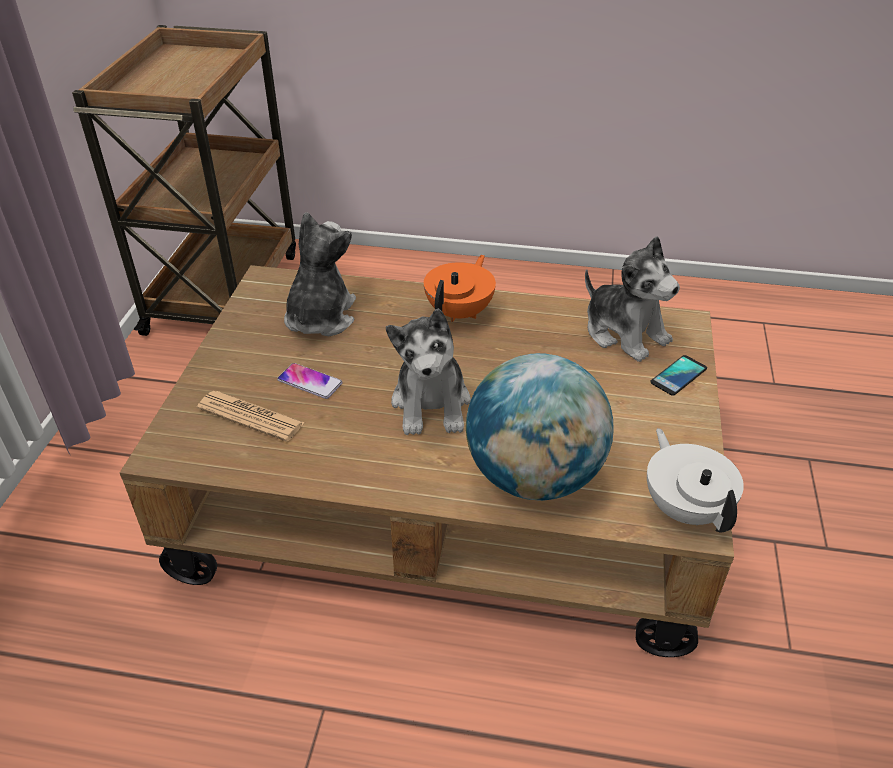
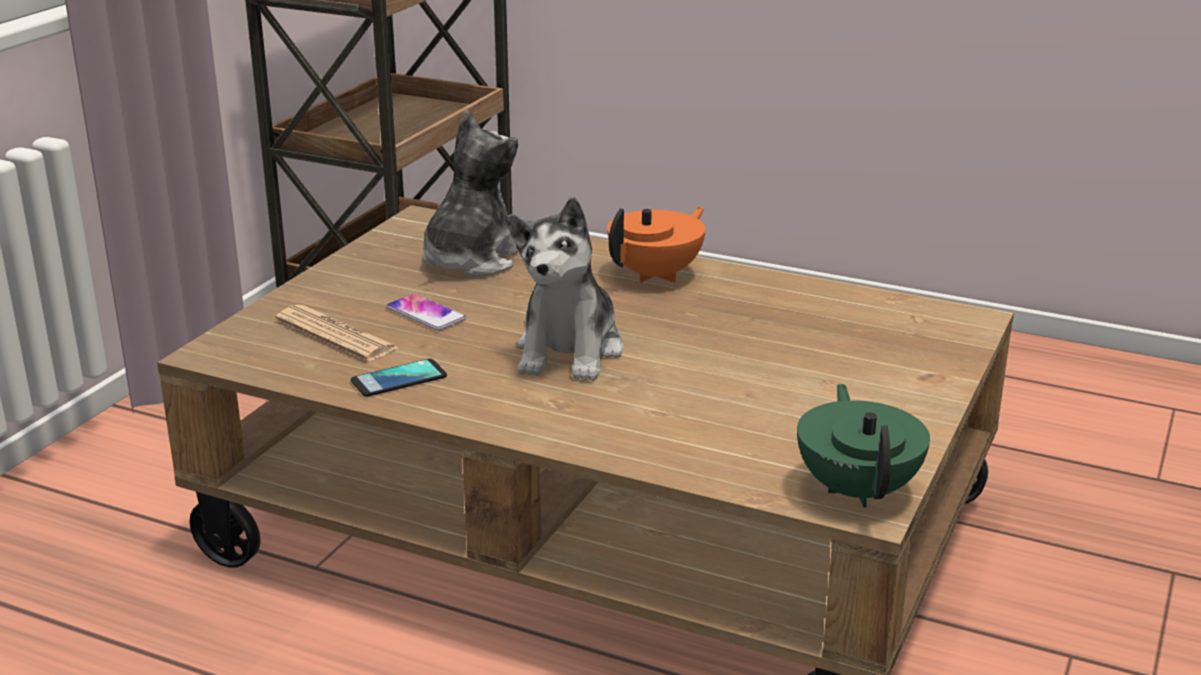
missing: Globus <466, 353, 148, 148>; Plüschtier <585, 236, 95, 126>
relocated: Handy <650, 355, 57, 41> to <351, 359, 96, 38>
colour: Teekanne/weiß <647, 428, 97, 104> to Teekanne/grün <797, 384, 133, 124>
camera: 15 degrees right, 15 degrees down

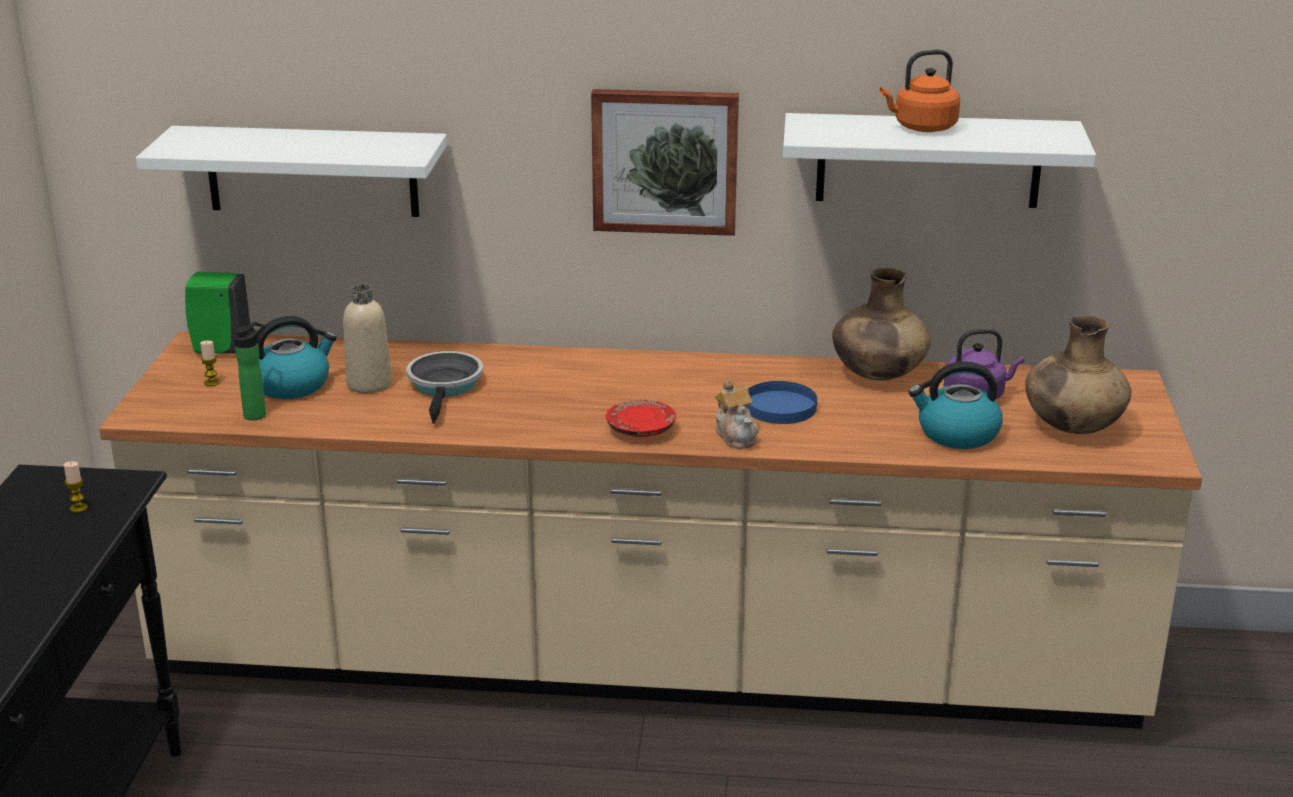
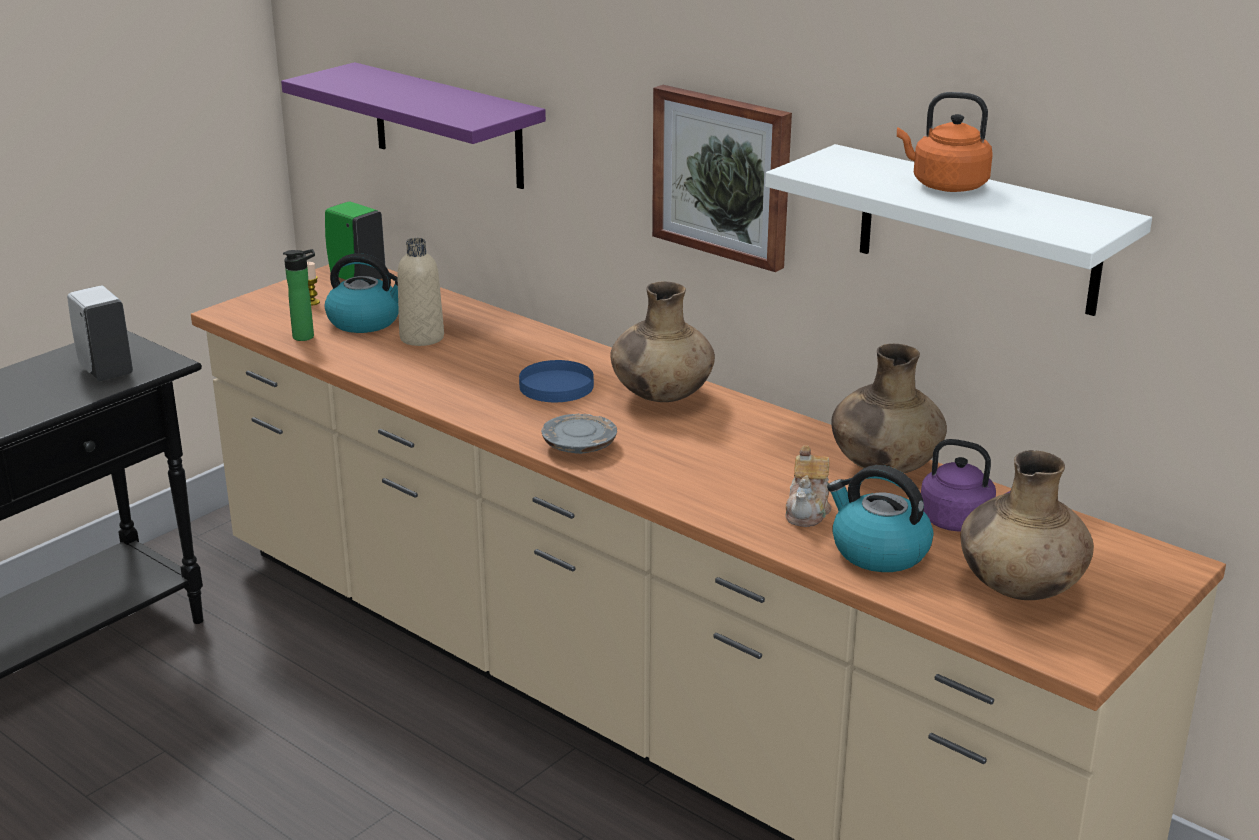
missing: Pfanne <407, 351, 76, 73>
appeared: Vase/braun <610, 282, 105, 120>
relocated: Teekanne <715, 379, 44, 70> to <785, 445, 47, 82>; Teller/blau <748, 381, 69, 43> to <519, 360, 75, 42>
exchanged: Kerze <64, 461, 24, 52> to Seifenspender/weiß <67, 286, 66, 95>
colour: Wandregal/weiß <136, 126, 311, 91> to Wandregal/lila <281, 62, 265, 127>; Teller/rot <605, 400, 71, 37> to Teller/grau <541, 414, 76, 40>
camera: 35 degrees right, 0 degrees up

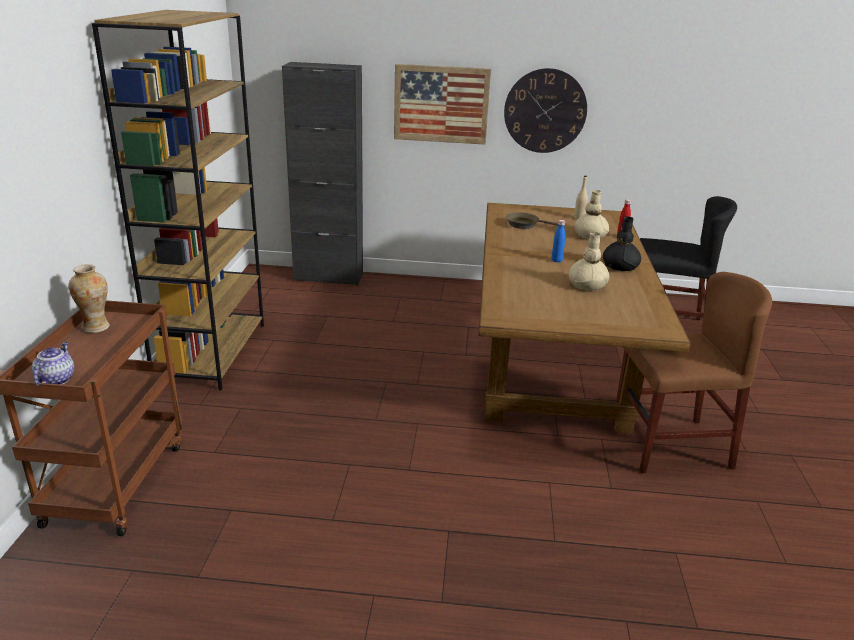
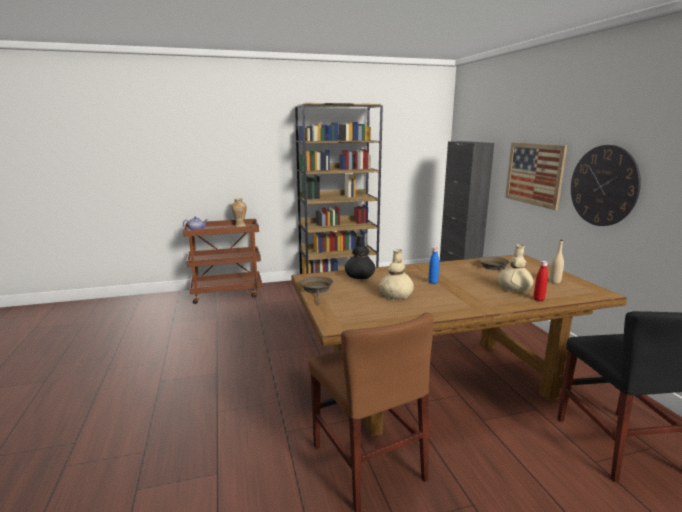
appeared: Pfanne/braun <299, 276, 34, 28>
relocated: Vase/schwarz <603, 216, 38, 55> to <345, 235, 30, 44>
camera: 70 degrees right, 10 degrees down

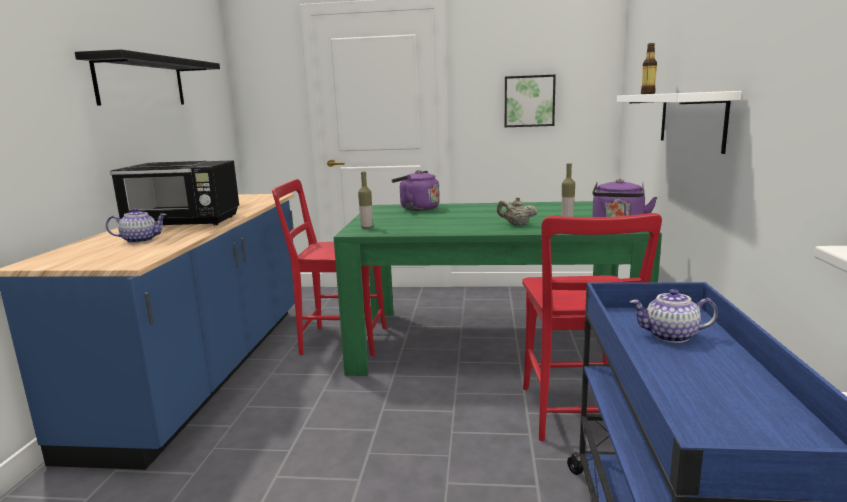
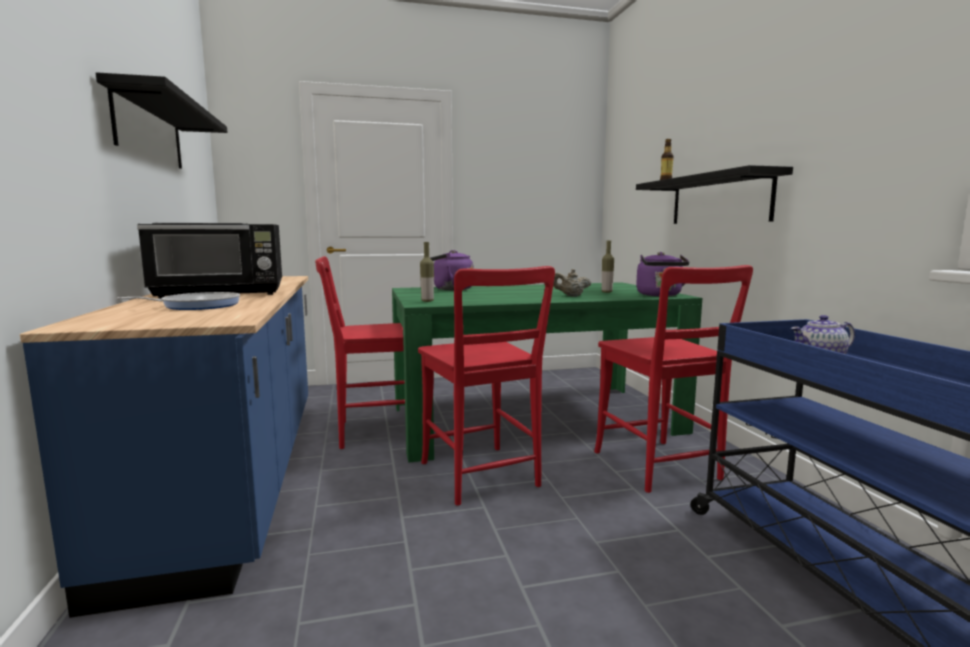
missing: Bild <505, 74, 51, 53>
appeared: Stuhl/rot <418, 266, 137, 240>
exchanged: Teekanne <106, 208, 61, 35> to Pfanne <116, 292, 124, 18>
colour: Wandregal/weiß <617, 91, 125, 63> to Wandregal/schwarz <636, 165, 157, 59>
camera: 20 degrees left, 5 degrees down

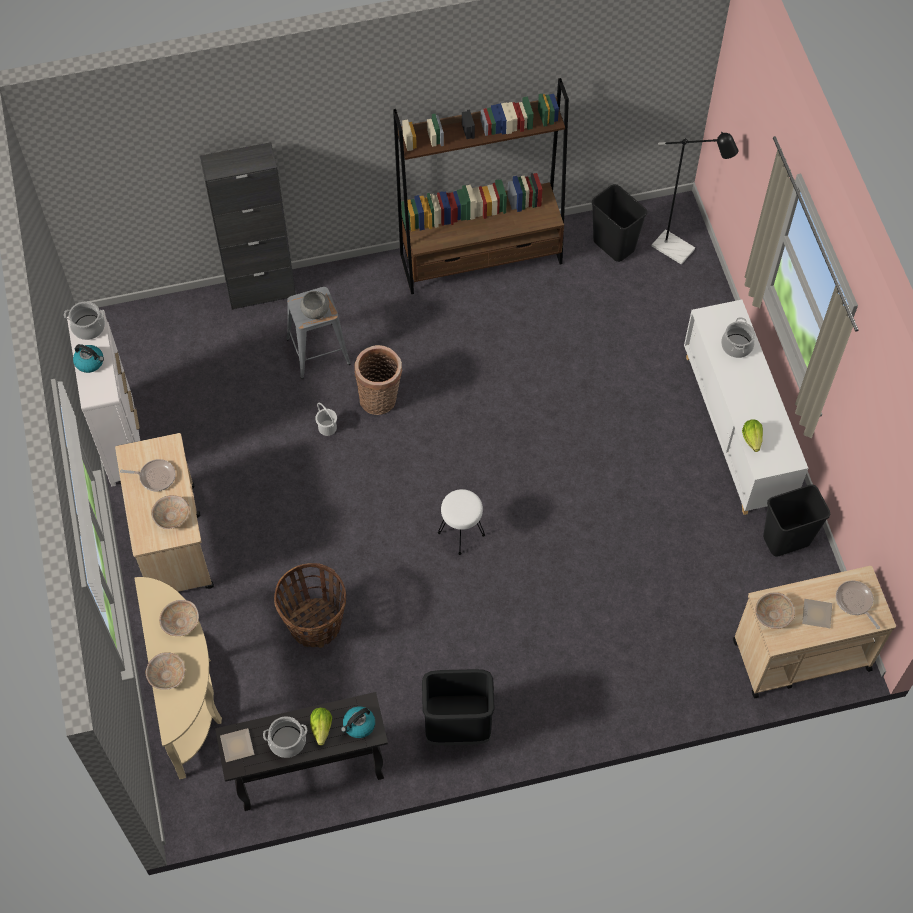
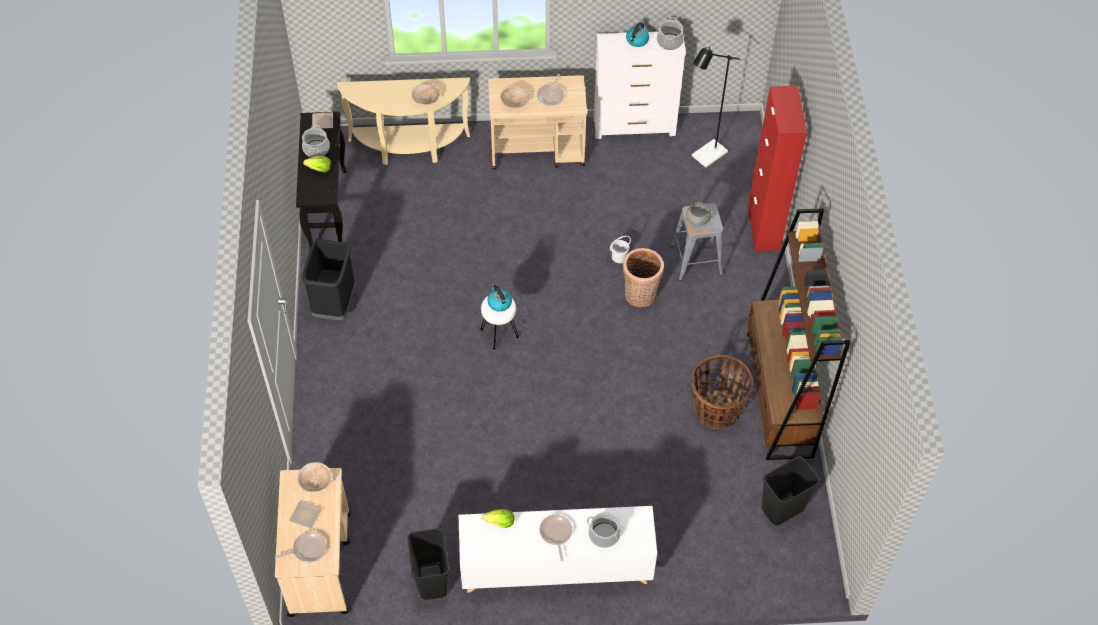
missing: Schüssel/beige <146, 652, 39, 38>
appeared: Pfanne <539, 515, 33, 46>
relocated: Korb <274, 563, 72, 85> to <692, 355, 61, 74>; Wasserkessel <341, 706, 34, 32> to <487, 284, 25, 28>; Stehlampe/schwarz <652, 132, 86, 133> to <692, 46, 53, 121>
colour: Schrank/schwarz <200, 142, 96, 168> to Schrank/rot <748, 86, 59, 165>
camera: 100 degrees right, 5 degrees down

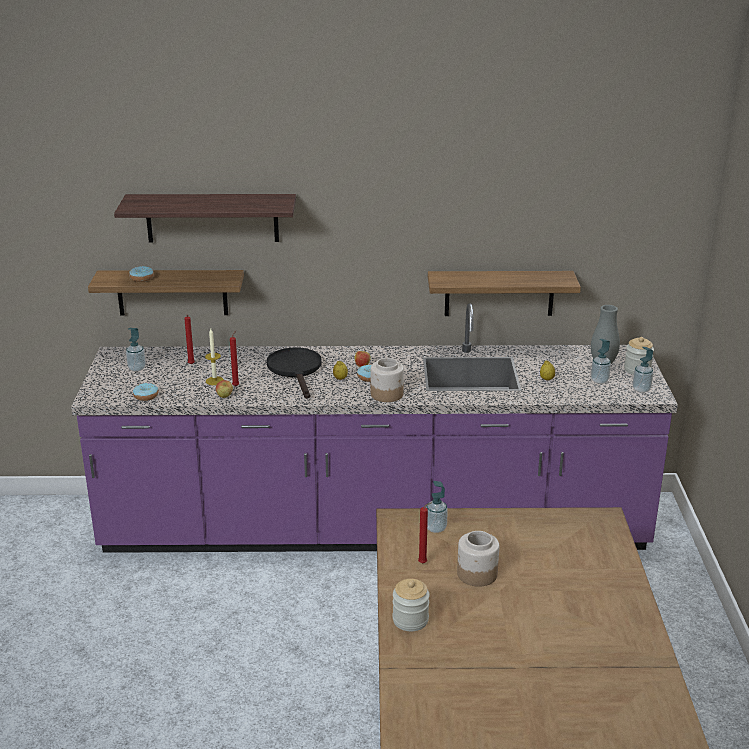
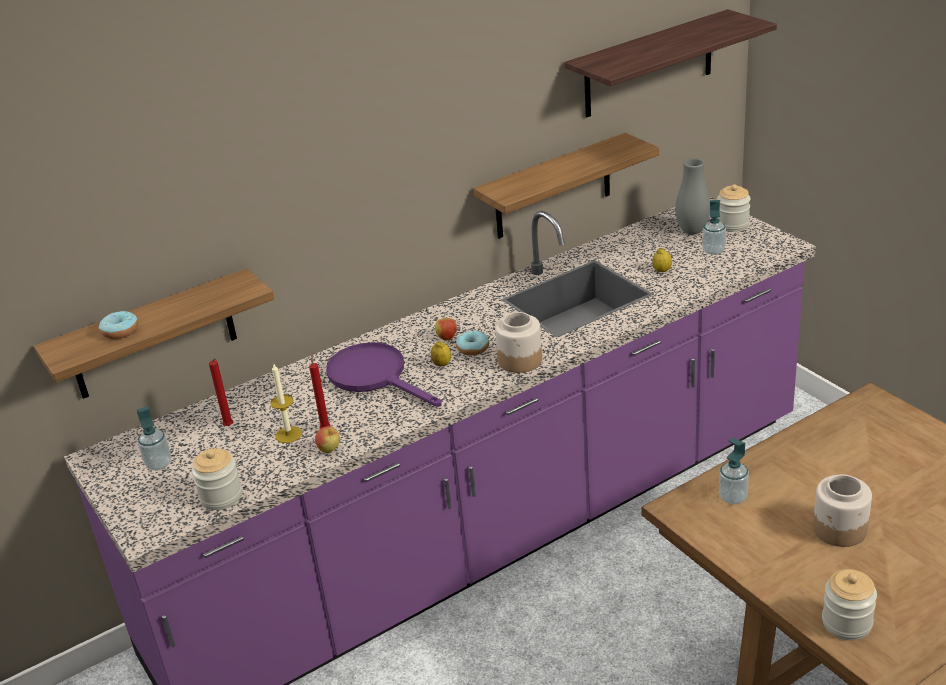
missing: Kerze/rot <418, 502, 14, 62>; Seifenspender <633, 347, 20, 46>
relocated: Wandregal <114, 194, 182, 48> to <565, 9, 212, 108>
exchanged: Donut <133, 383, 26, 18> to Vorratsglas <192, 448, 50, 62>
colour: Pfanne/schwarz <267, 348, 55, 51> to Pfanne/lila <326, 342, 116, 65>
camera: 30 degrees left, 5 degrees up

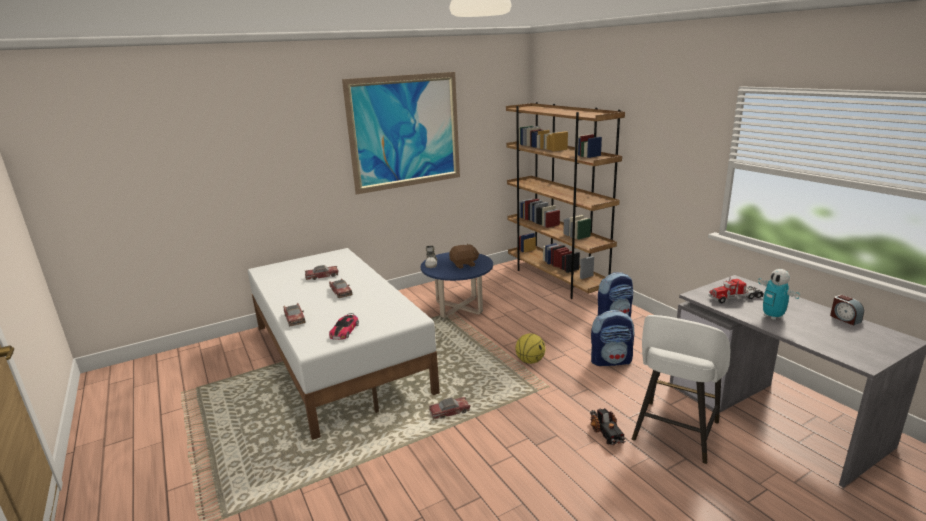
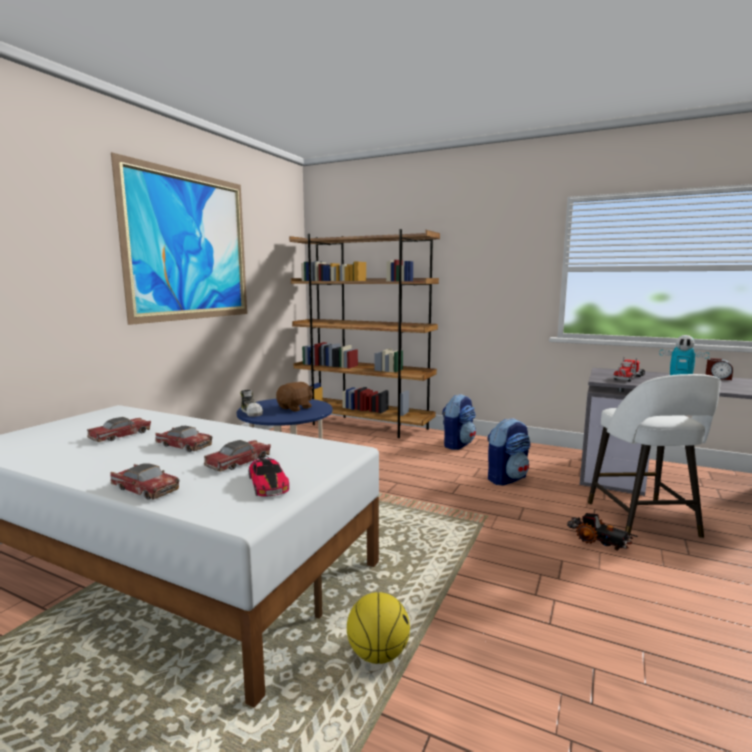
relocated: Spielzeugauto <429, 397, 41, 22> to <204, 440, 67, 32>; Basketball <515, 333, 30, 31> to <347, 592, 63, 72>
camera: 35 degrees left, 10 degrees down

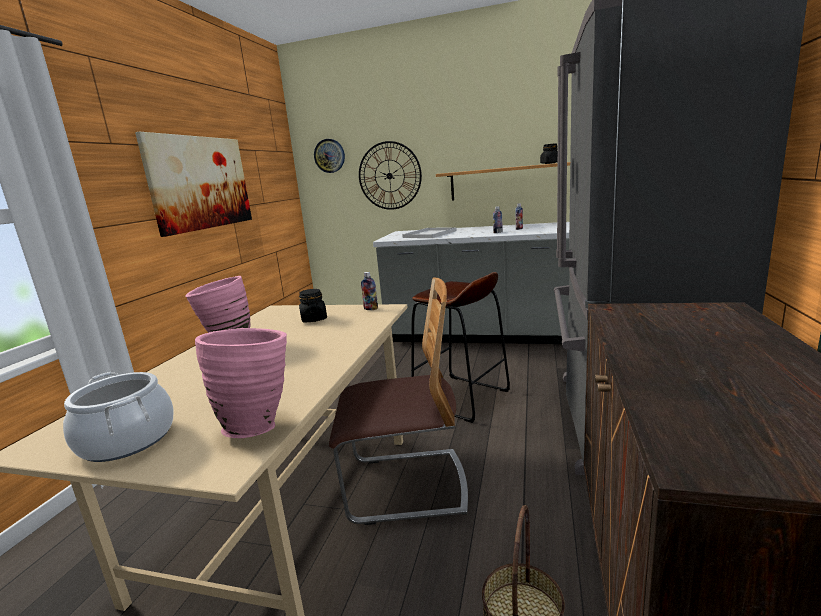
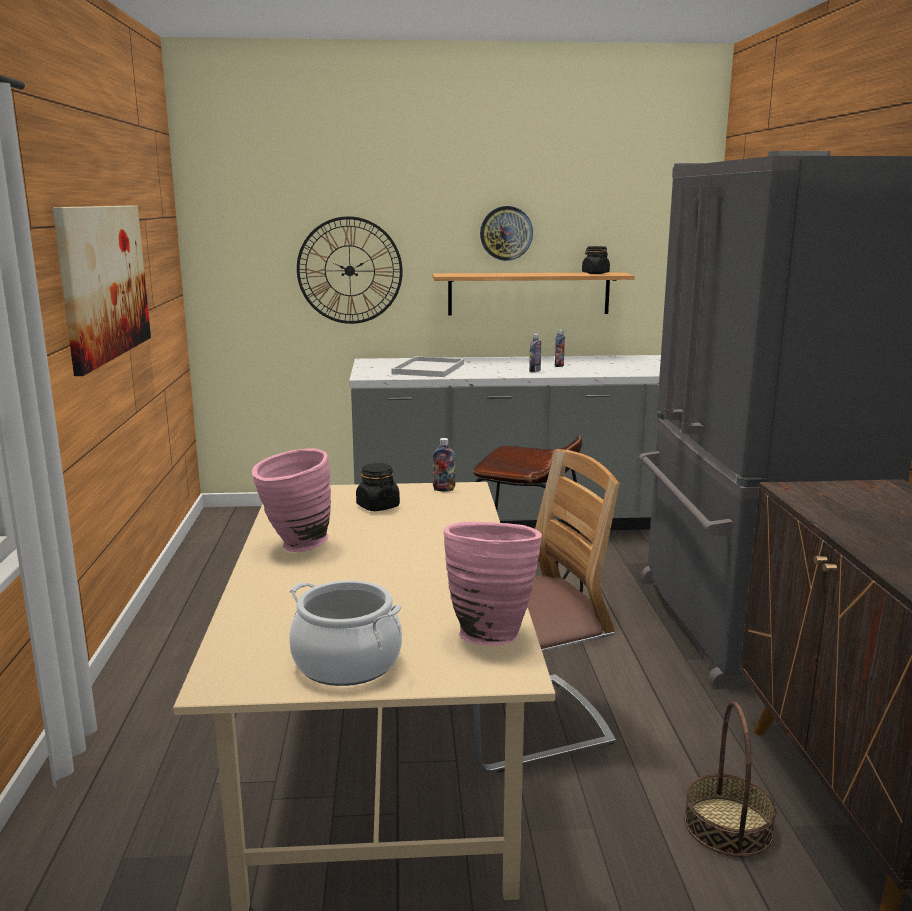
relocated: Wanduhr <314, 139, 31, 34> to <480, 206, 53, 55>
camera: 20 degrees left, 0 degrees up

